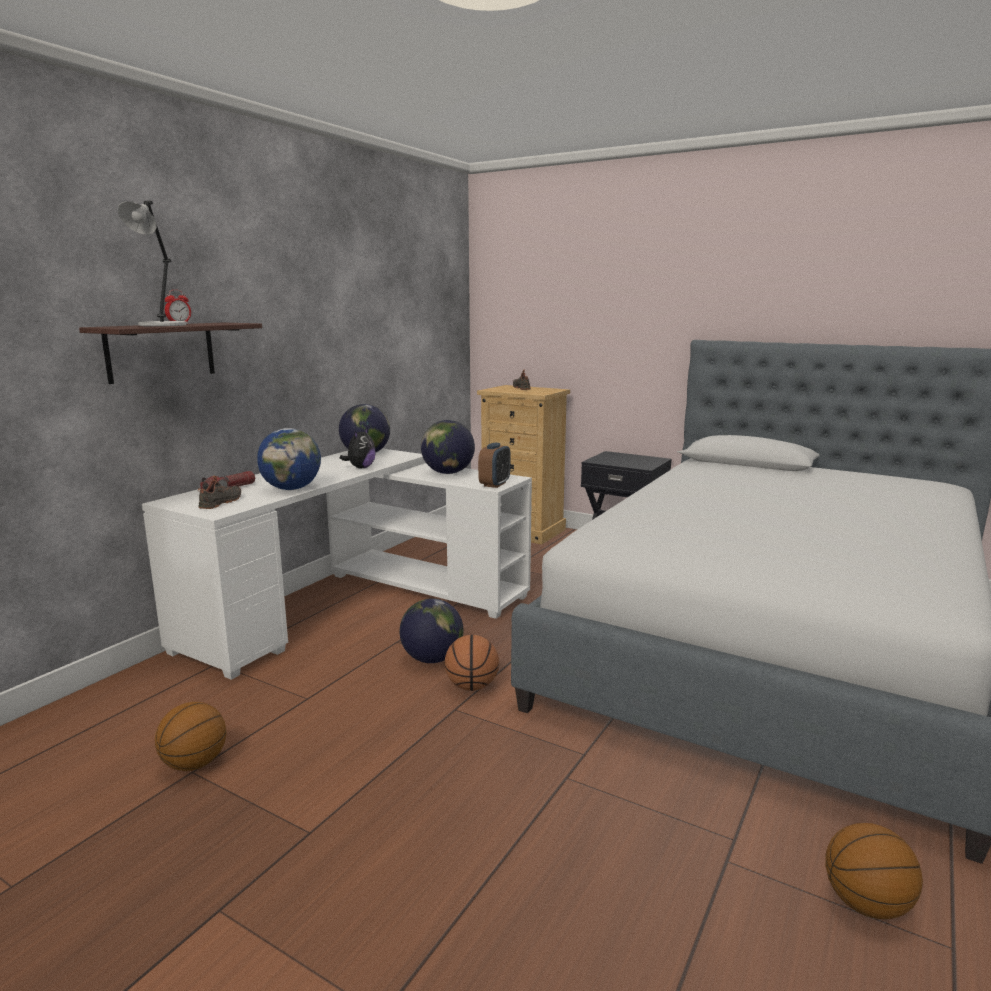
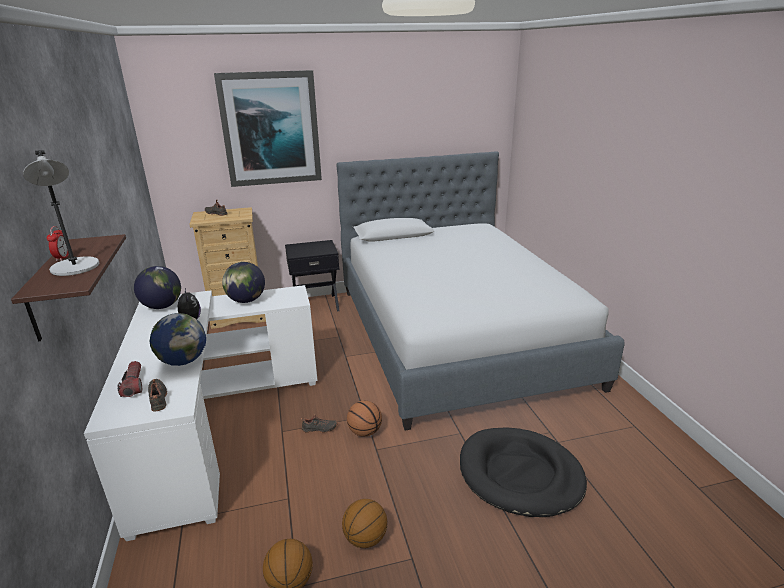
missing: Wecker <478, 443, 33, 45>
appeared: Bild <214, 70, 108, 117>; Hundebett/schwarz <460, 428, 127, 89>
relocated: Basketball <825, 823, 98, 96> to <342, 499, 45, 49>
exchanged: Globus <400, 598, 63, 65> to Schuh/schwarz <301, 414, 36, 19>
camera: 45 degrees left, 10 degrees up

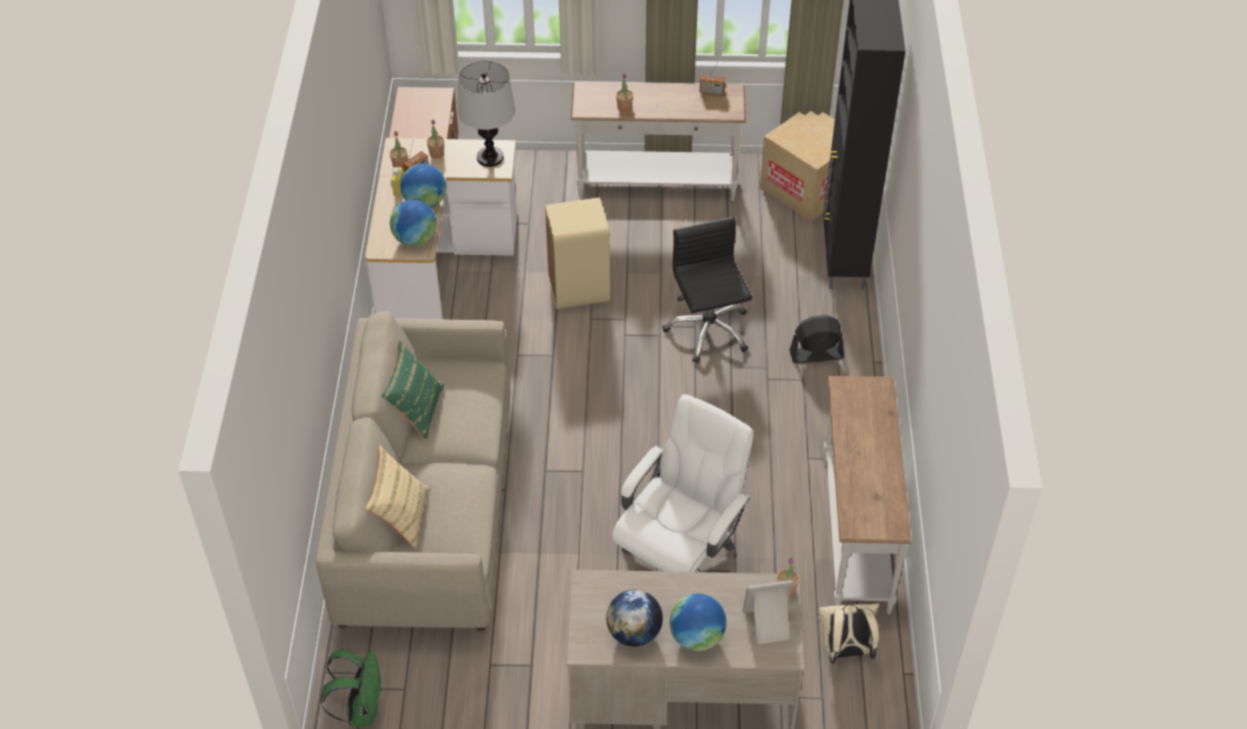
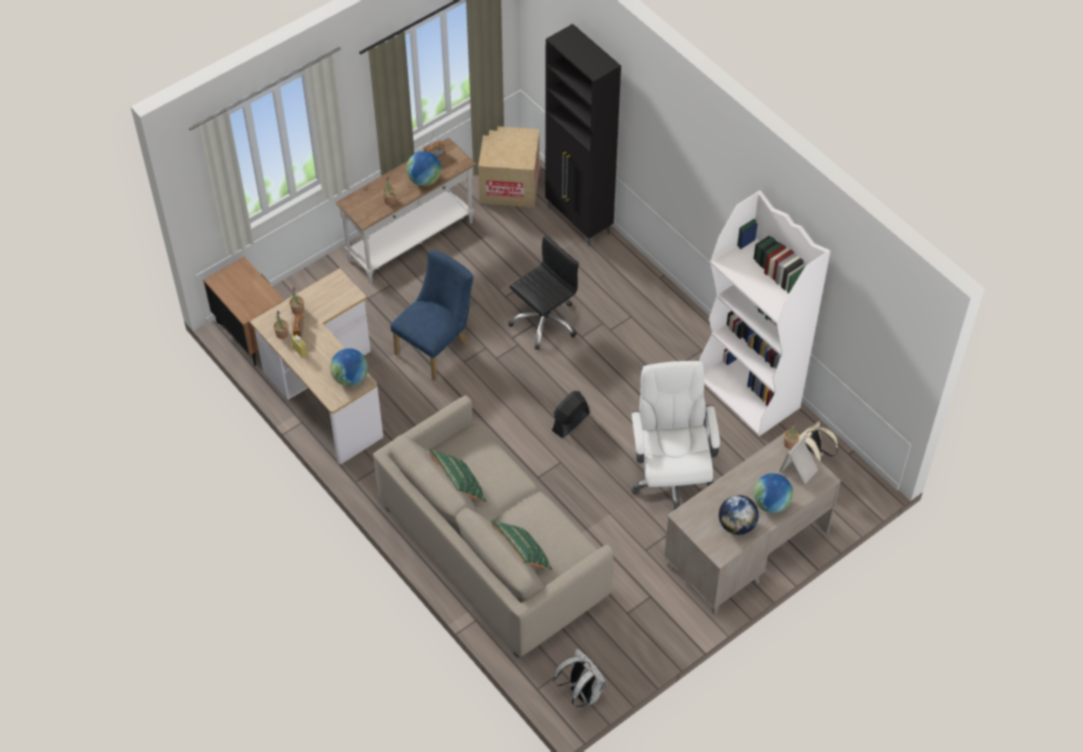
missing: Tischlampe <458, 61, 57, 106>
relocated: Globus <400, 164, 46, 44> to <406, 151, 36, 35>; Ventilator/schwarz <790, 315, 54, 48> to <552, 391, 38, 47>
exchanged: Mülleimer/beige <545, 197, 65, 112> to Stuhl/blau <390, 250, 84, 131>; Konsolentisch/weiß <823, 376, 89, 238> to Bücherregal/weiß <699, 190, 131, 246>
colour: Rucksack/grün <320, 649, 61, 78> to Rucksack/weiß <553, 648, 54, 59>; Kissen/beige <365, 445, 64, 103> to Kissen/grün <490, 520, 62, 50>
spun: Bürostuhl/schwarz <663, 217, 89, 146> = <508, 235, 71, 115> 105 degrees clockwise
camera: 40 degrees left, 5 degrees up

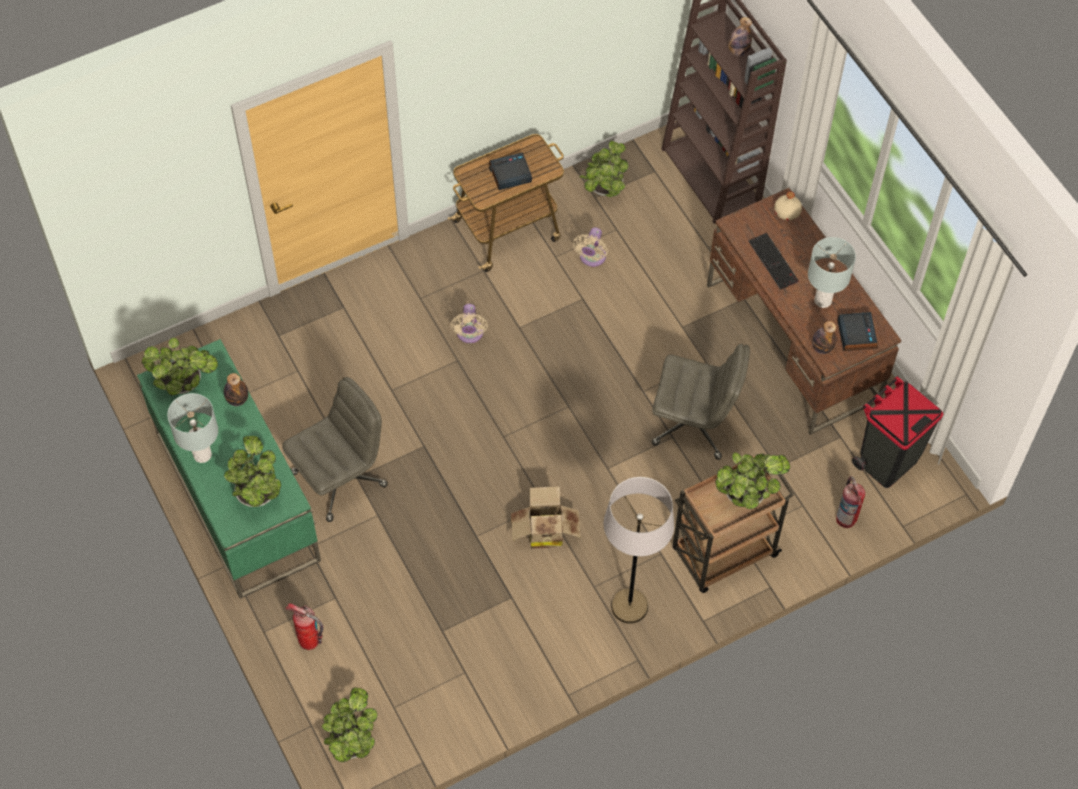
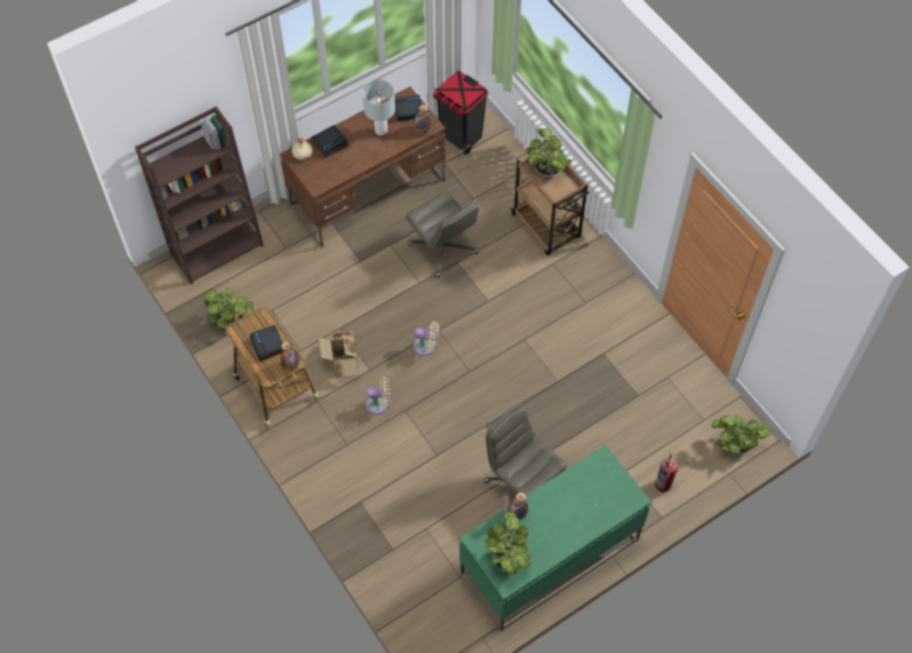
missing: Tischlampe/grau <167, 393, 51, 70>; Topfpflanze <224, 436, 57, 71>; Stehlampe/grau <604, 477, 70, 147>; Tastatur <748, 233, 51, 57>; Feuerlöscher <836, 476, 29, 52>
appeared: Wecker <311, 125, 37, 33>
relocated: Karton <511, 486, 69, 63> to <319, 331, 40, 47>; Ventilator/beige <573, 227, 35, 40> to <413, 322, 26, 34>; Flasche <728, 17, 24, 39> to <280, 342, 20, 29>
spun: Bürostuhl/grau <652, 344, 98, 116> = <406, 191, 73, 87> 135 degrees clockwise
camera: 95 degrees left, 0 degrees up

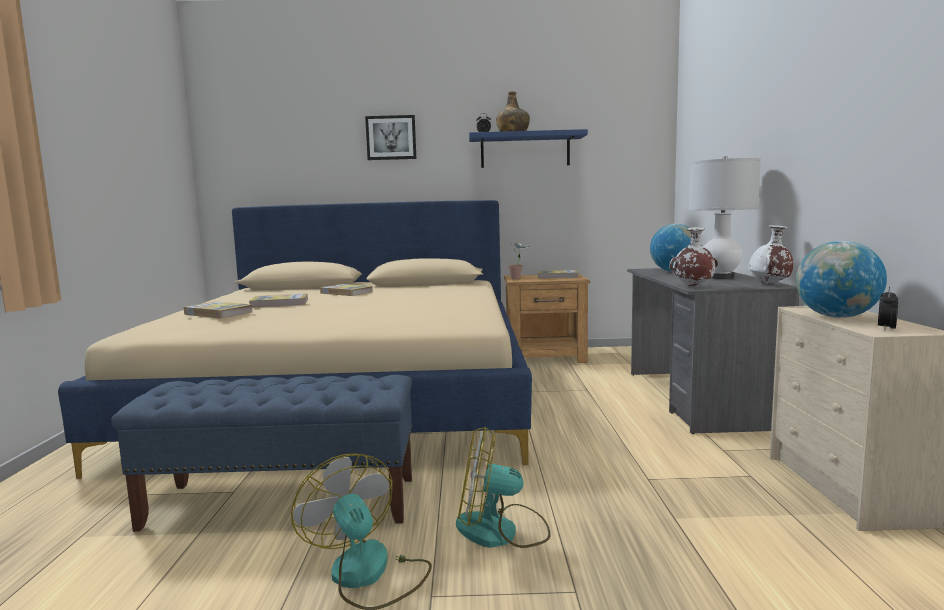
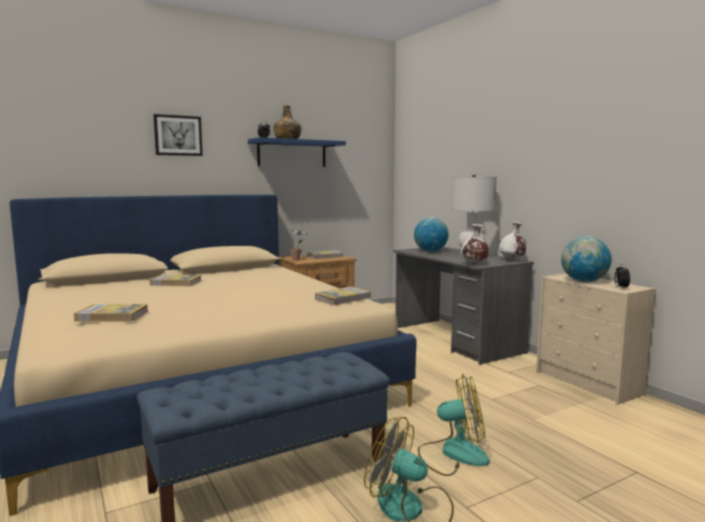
relocated: Buch <249, 293, 59, 15> to <315, 287, 57, 18>
spun: Ventilator <456, 427, 95, 121> = <418, 374, 72, 102> 150 degrees counterclockwise
camera: 30 degrees left, 0 degrees up

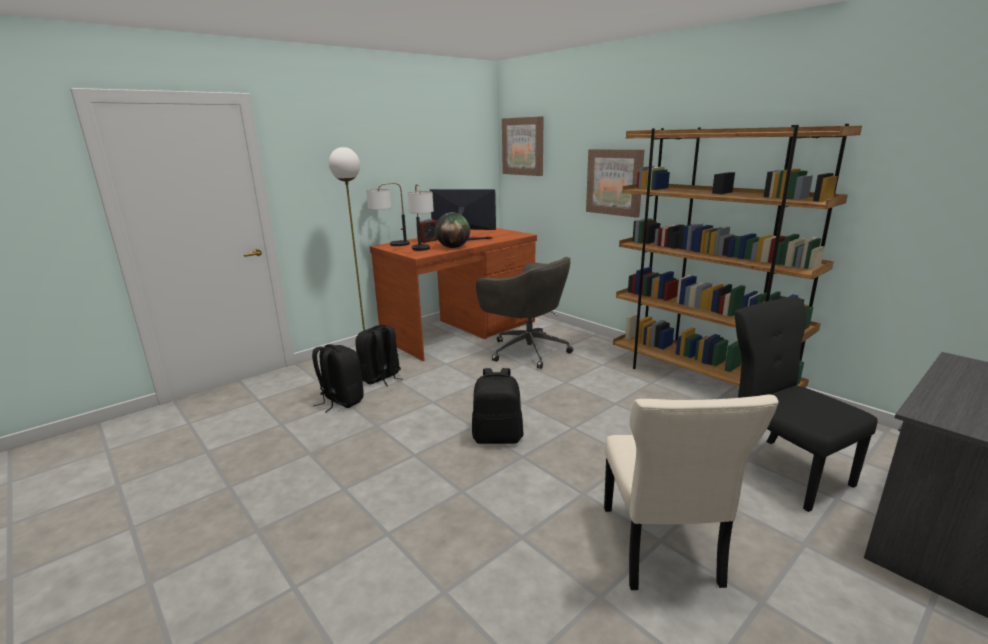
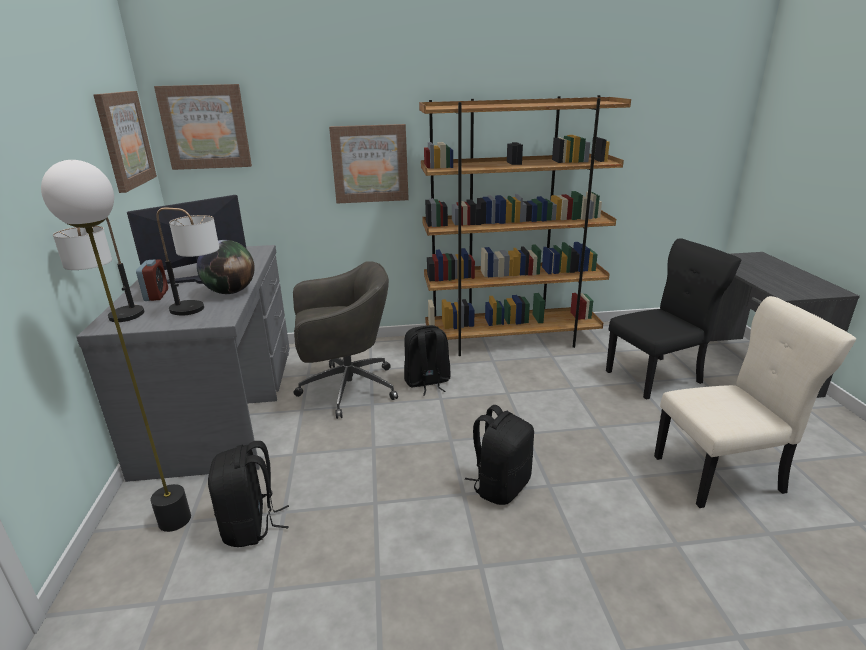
appeared: Bild <93, 91, 64, 102>
relocated: Rucksack/schwarz <312, 344, 52, 69> to <404, 325, 47, 70>
colour: Schreibtisch/braun <370, 228, 167, 133> to Schreibtisch/grau <76, 245, 214, 237>
spun: Stuhl/beige <604, 394, 174, 196> = <654, 296, 202, 212> 45 degrees counterclockwise; Stuhl/schwarz <735, 297, 143, 215> = <606, 238, 136, 162> 150 degrees clockwise
camera: 55 degrees left, 5 degrees up

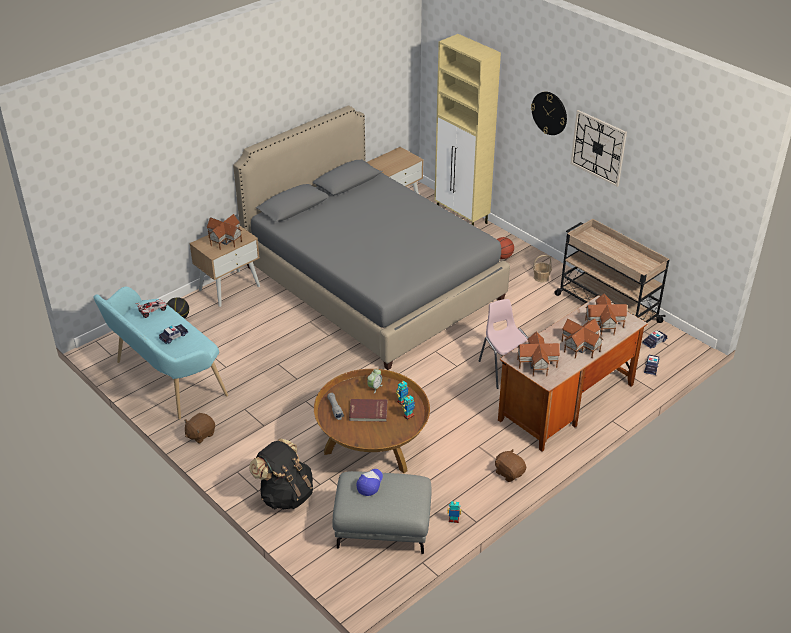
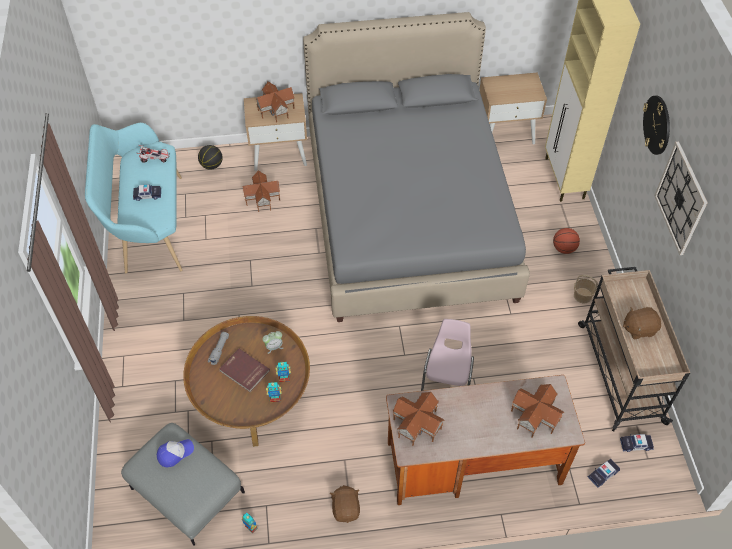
missing: Rucksack/schwarz <249, 438, 64, 71>
relocated: Plüschtier/braun <184, 413, 31, 31> to <623, 307, 38, 32>; Spielzeughaus <561, 319, 43, 40> to <242, 171, 38, 41>
camera: 35 degrees right, 15 degrees up

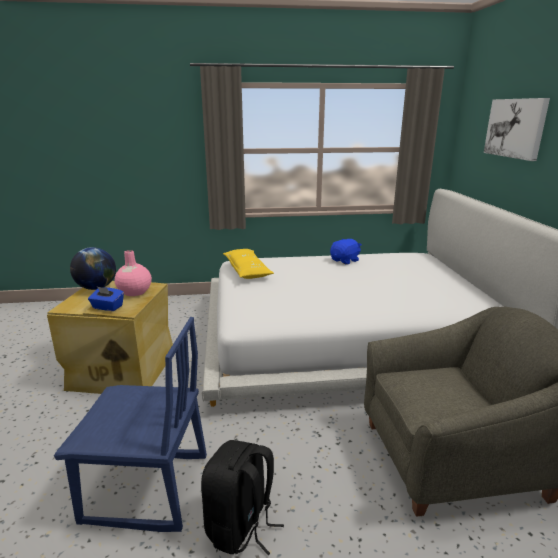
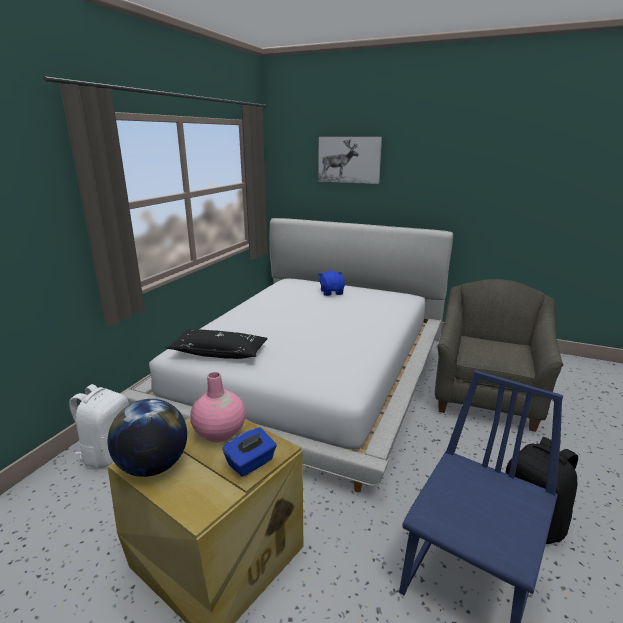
appeared: Rucksack/weiß <69, 384, 60, 84>
relocated: Plüschtier/blau <330, 239, 32, 26> to <318, 271, 27, 25>
colour: Kissen/gelb <223, 249, 51, 30> to Kissen/schwarz <166, 330, 102, 29>
camera: 60 degrees left, 0 degrees up

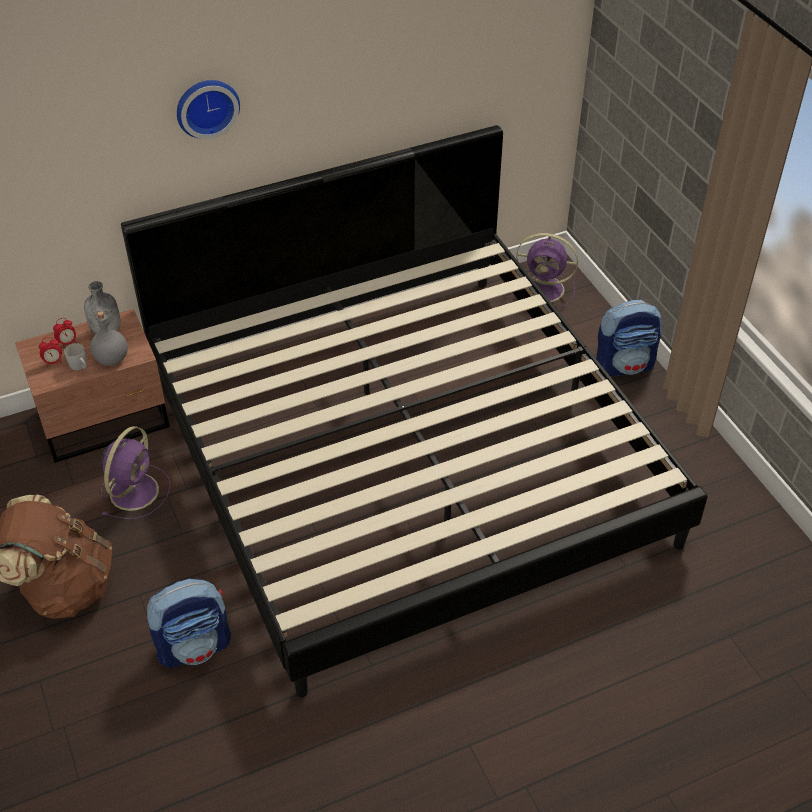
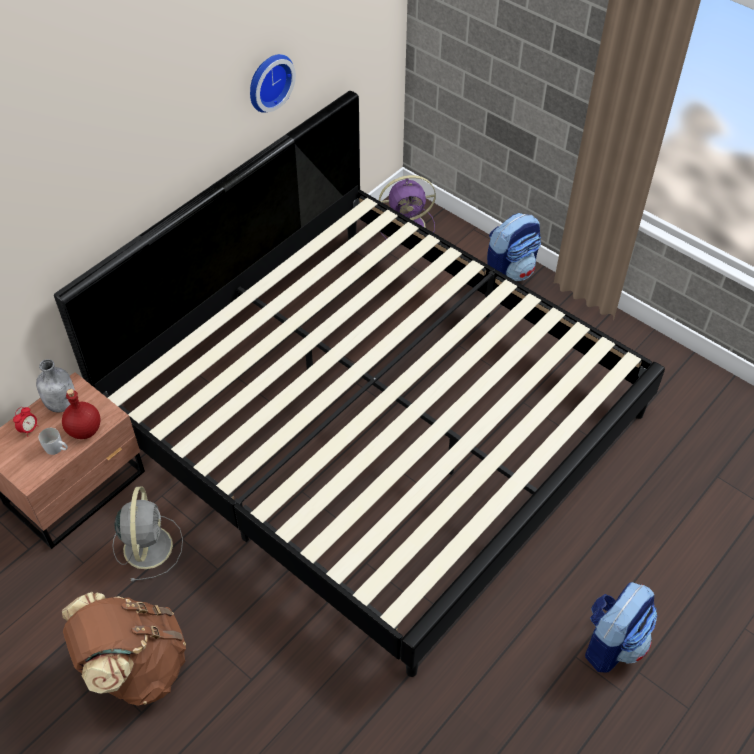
missing: Wecker <38, 337, 24, 29>
relocated: Rucksack <147, 579, 84, 88> to <585, 582, 72, 91>; Wanduhr <177, 80, 63, 59> to <250, 54, 46, 59>
colour: Flasche/grau <90, 311, 38, 55> to Flasche/rot <62, 389, 39, 50>; Ventilator/lila <101, 426, 70, 93> to Ventilator/grau <112, 487, 71, 95>
camera: 25 degrees left, 5 degrees up

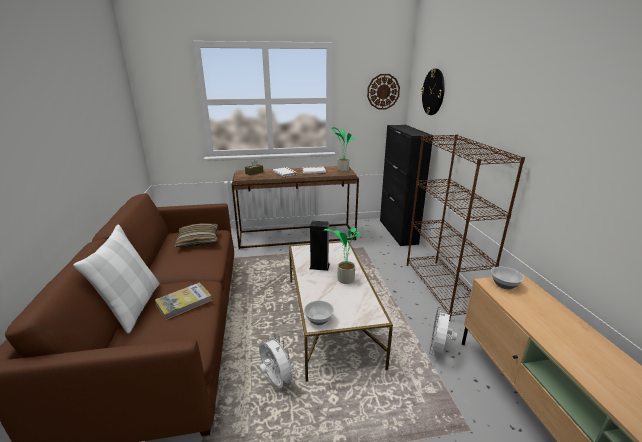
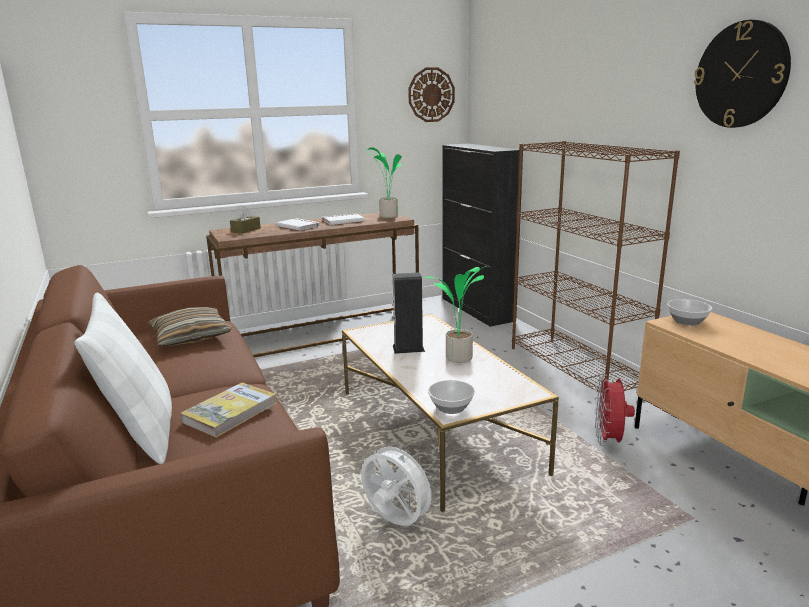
relocated: Wanduhr <421, 69, 24, 46> to <694, 20, 97, 108>
colour: Ventilator/weiß <429, 307, 28, 49> to Ventilator/rot <594, 373, 41, 73>
camera: 15 degrees left, 5 degrees down

